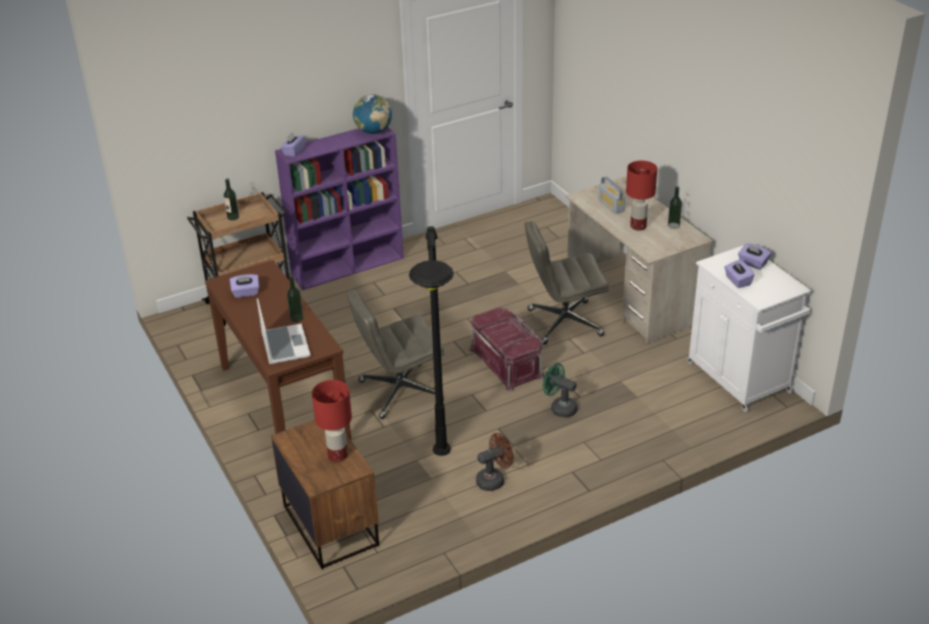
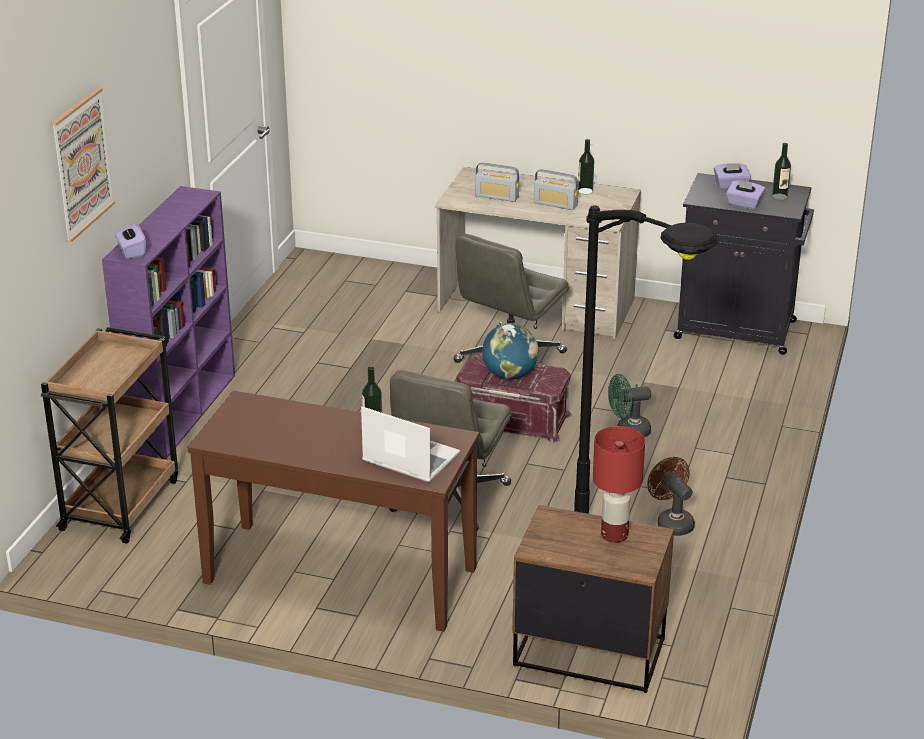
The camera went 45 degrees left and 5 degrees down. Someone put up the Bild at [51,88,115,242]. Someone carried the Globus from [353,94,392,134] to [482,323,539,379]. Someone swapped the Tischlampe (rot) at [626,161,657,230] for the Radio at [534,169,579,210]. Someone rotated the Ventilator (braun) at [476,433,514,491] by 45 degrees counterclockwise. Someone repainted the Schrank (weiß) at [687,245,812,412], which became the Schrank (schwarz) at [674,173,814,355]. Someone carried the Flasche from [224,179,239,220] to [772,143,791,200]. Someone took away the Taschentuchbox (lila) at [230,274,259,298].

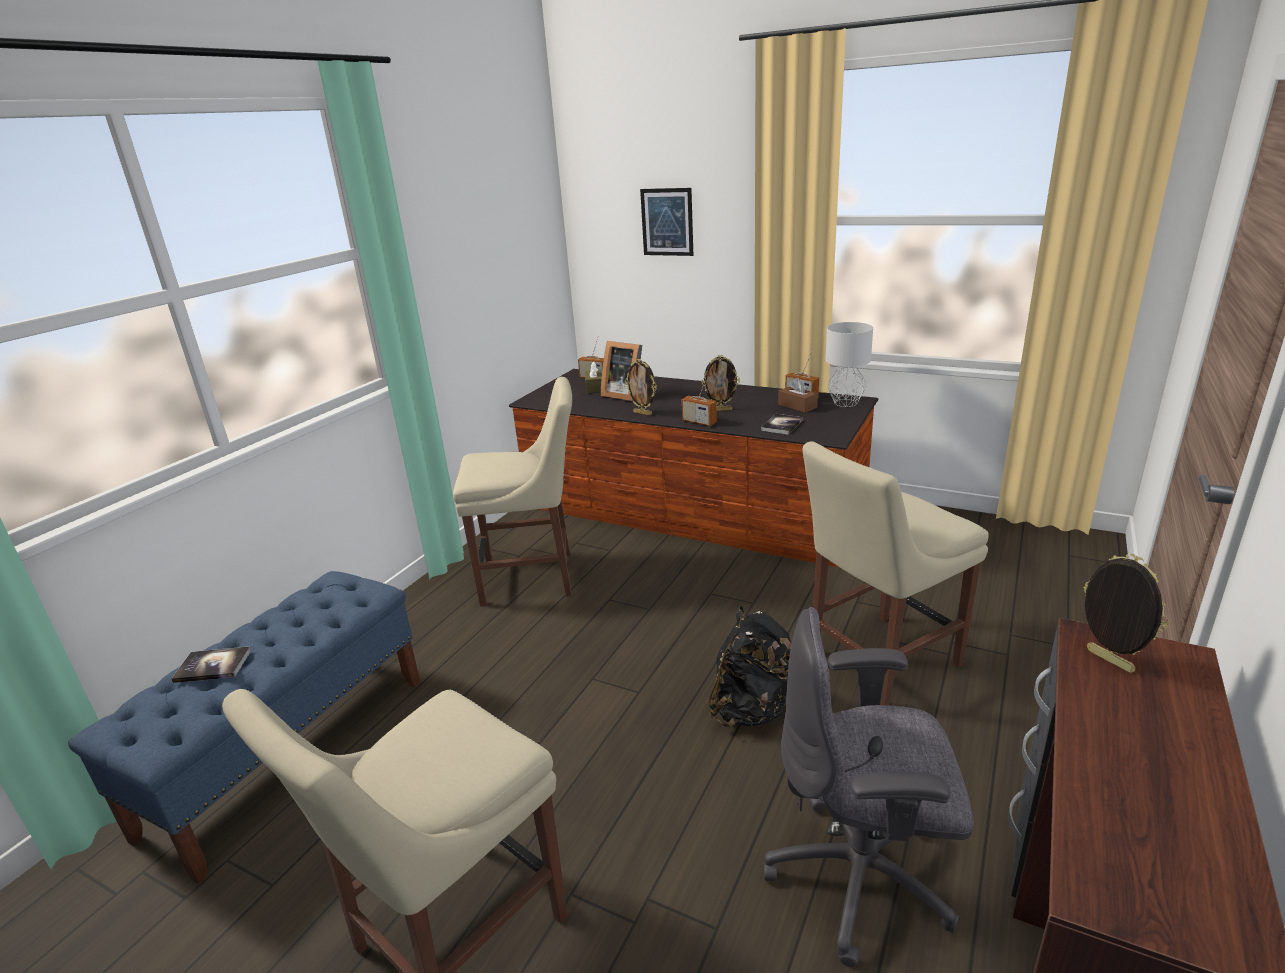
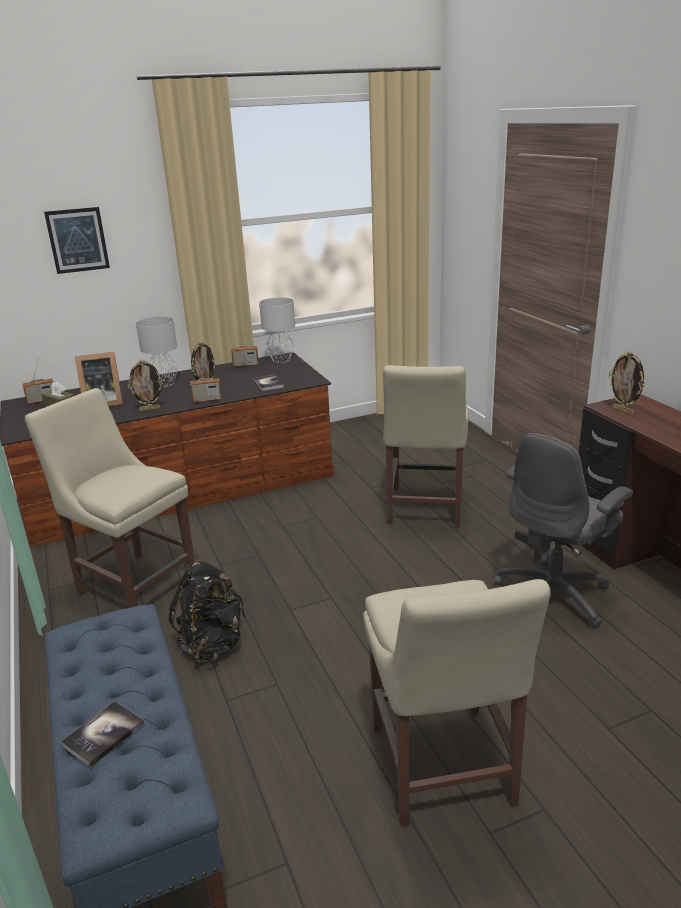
The camera went 50 degrees left and 0 degrees up. Someone rotated the Stuhl (beige) at [453,377,572,606] by 90 degrees counterclockwise. Someone put down the Tischlampe (grau) at [136,317,178,387]. Someone carried the Rucksack (schwarz) from [708,606,791,727] to [168,562,245,663]. Someone rotated the Bilderrahmen at [1084,554,1169,673] by 135 degrees counterclockwise. Someone took away the Taschentuchbox (braun) at [778,378,818,413].

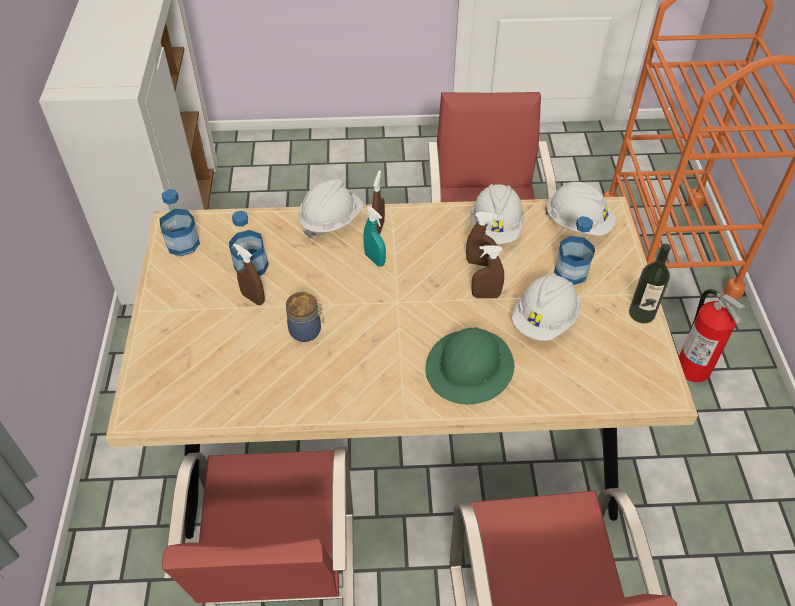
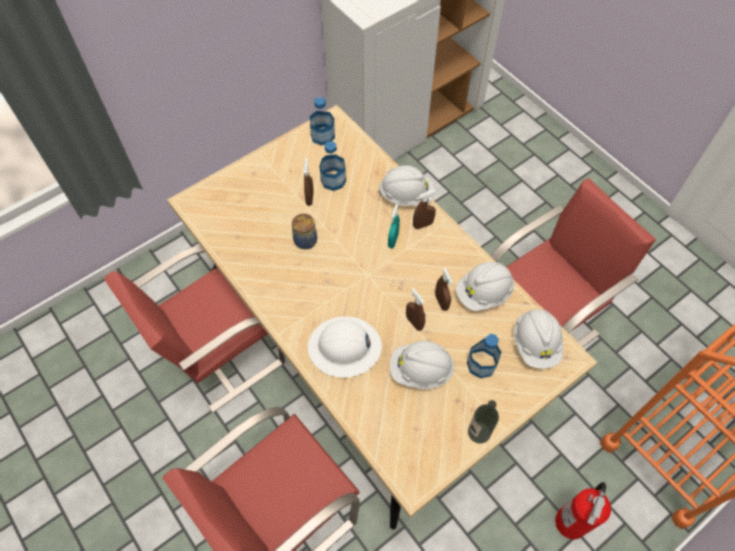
The camera went 55 degrees right and 10 degrees up. Someone repainted the Schutzhelm (grün) at [425,327,514,404], which became the Schutzhelm (weiß) at [308,316,382,378].

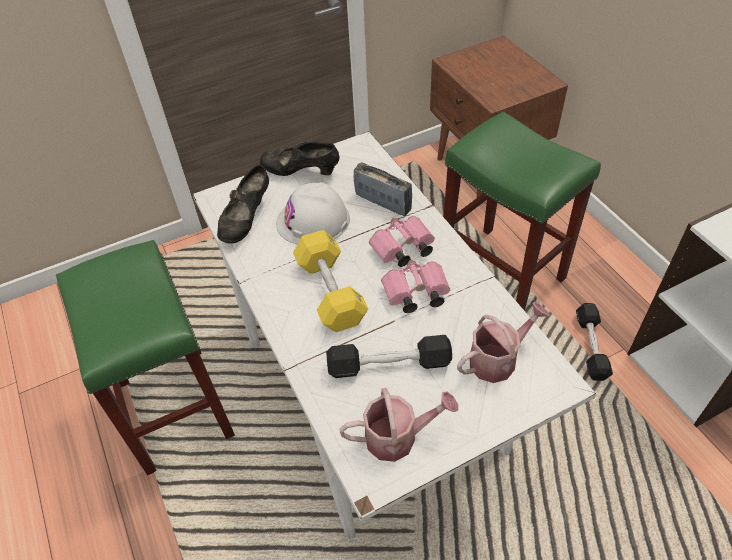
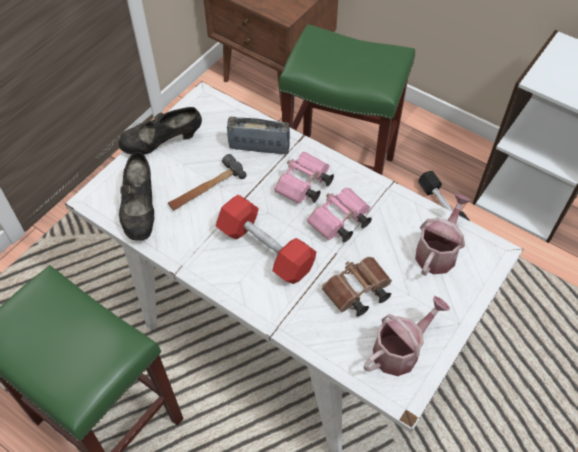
The camera went 30 degrees left and 5 degrees up. Someone swapped the Schutzhelm (weiß) at [276,182,350,244] for the Hammer at [168,154,246,210]. Someone repainted the Hantel (gelb) at [293,230,368,332], which became the Hantel (rot) at [216,195,316,284]. Someone swapped the Hantel (schwarz) at [326,335,452,378] for the Fernglas (braun) at [322,257,392,317].

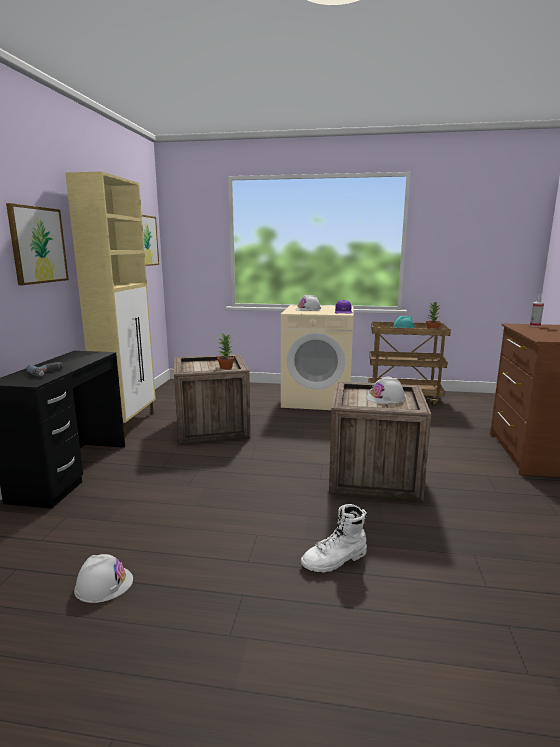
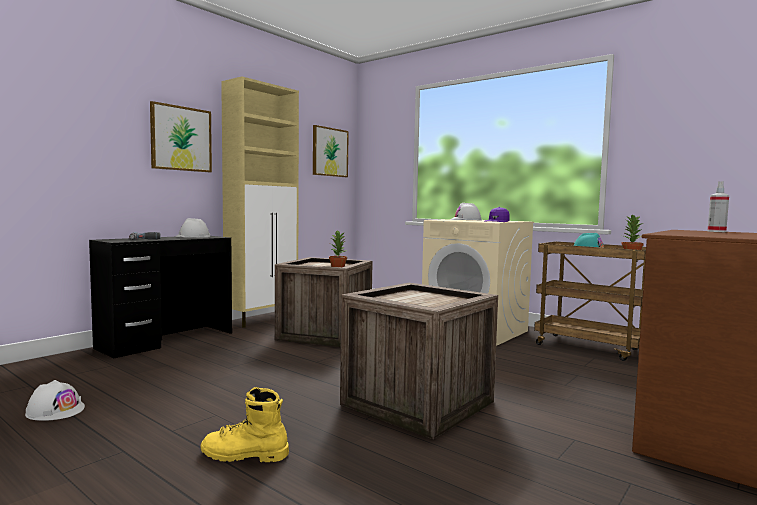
The camera went 30 degrees right and 10 degrees down. Someone carried the Schutzhelm (weiß) from [366,376,405,404] to [175,218,210,238]. Someone repainted the Stiefel (weiß) at [301,504,367,573], which became the Stiefel (gelb) at [201,387,289,462].

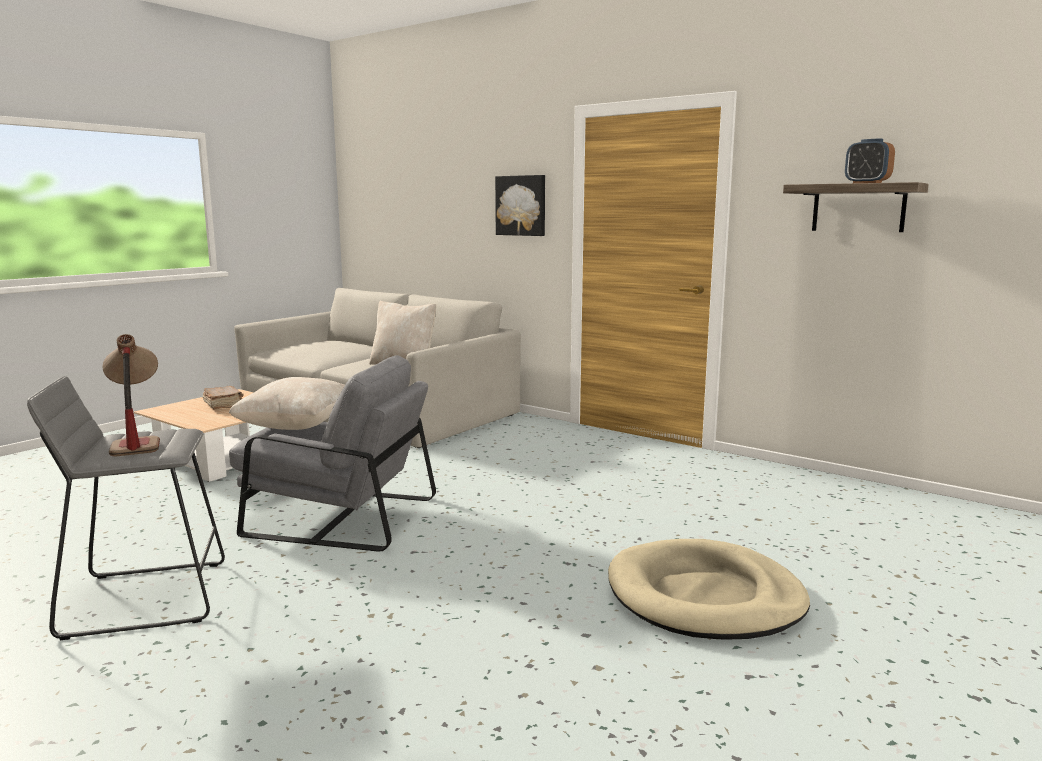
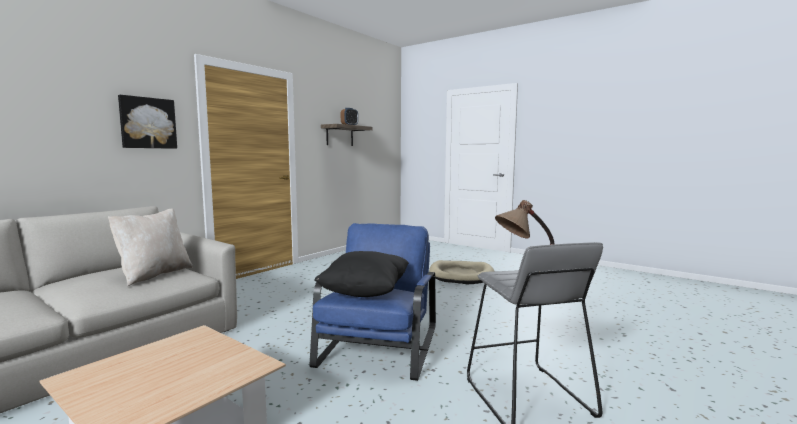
The camera went 90 degrees left and 5 degrees down. Someone repainted the Sessel (grau) at [229,355,436,552], which became the Sessel (blau) at [309,223,436,381]. Someone repainted the Kissen (beige) at [229,377,345,430], which became the Kissen (schwarz) at [314,251,409,297]. Someone took away the Buch (braun) at [202,386,244,410].

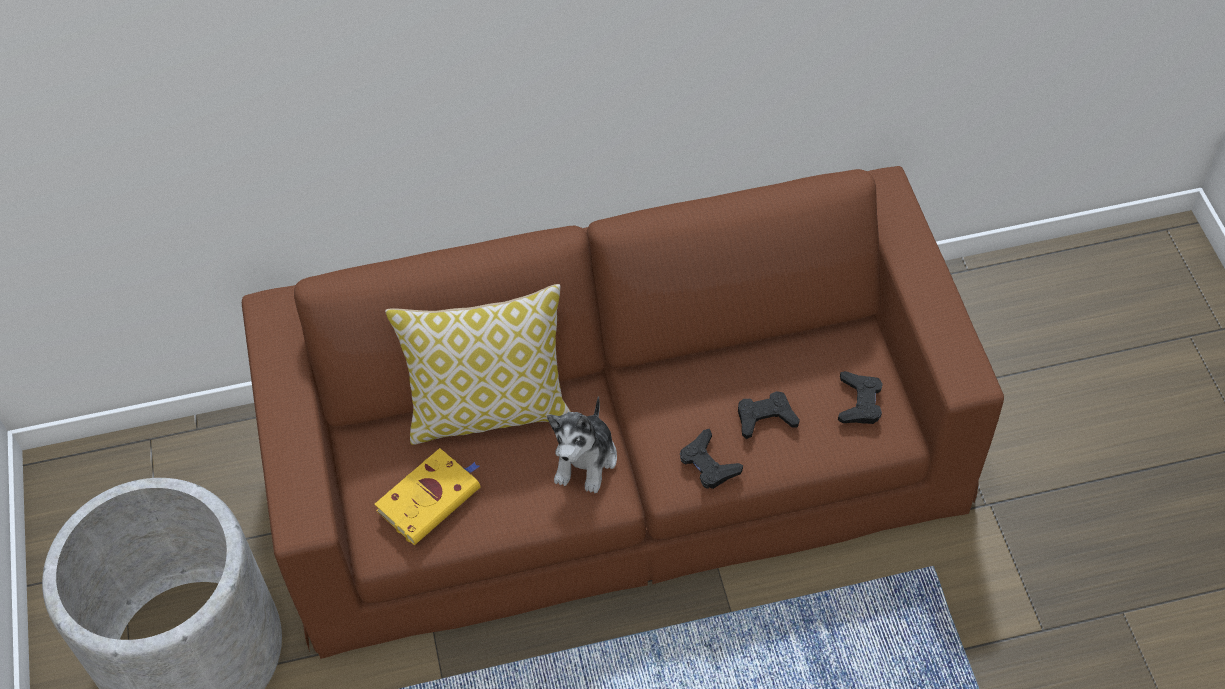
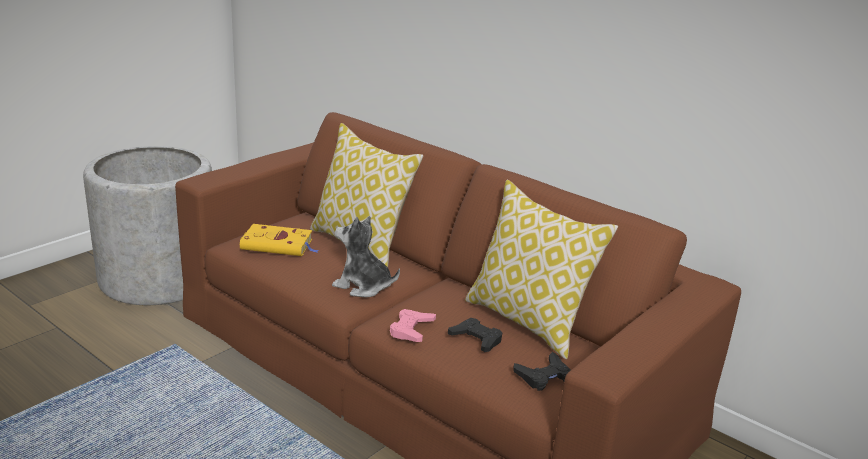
The camera went 50 degrees right and 30 degrees down. Someone rotated the Plüschtier at [547,397,617,493] by 45 degrees clockwise. Someone repainted the Gamepad (schwarz) at [680,429,743,489], which became the Gamepad (rosa) at [390,309,436,342]. Someone put down the Kissen at [465,180,618,359].

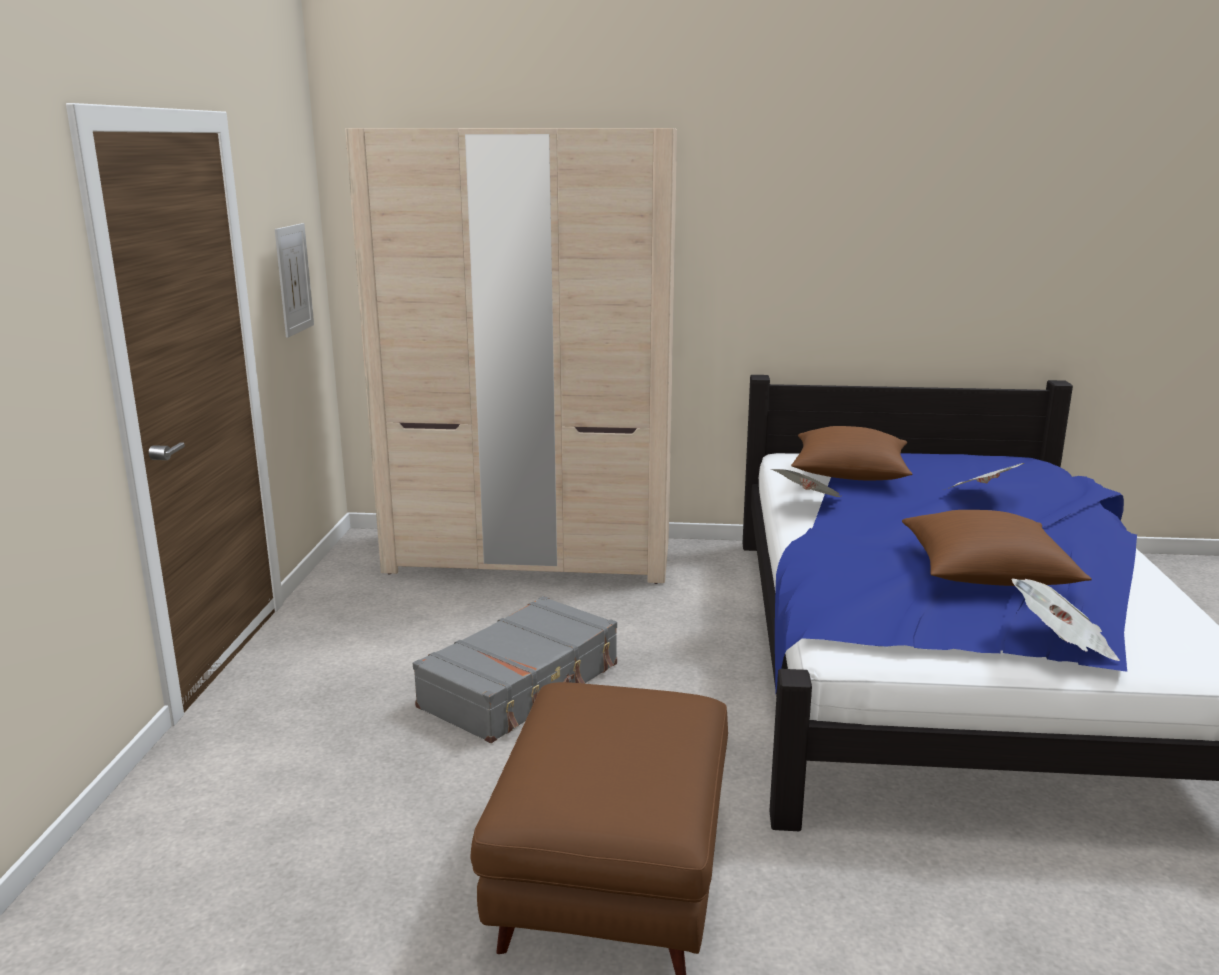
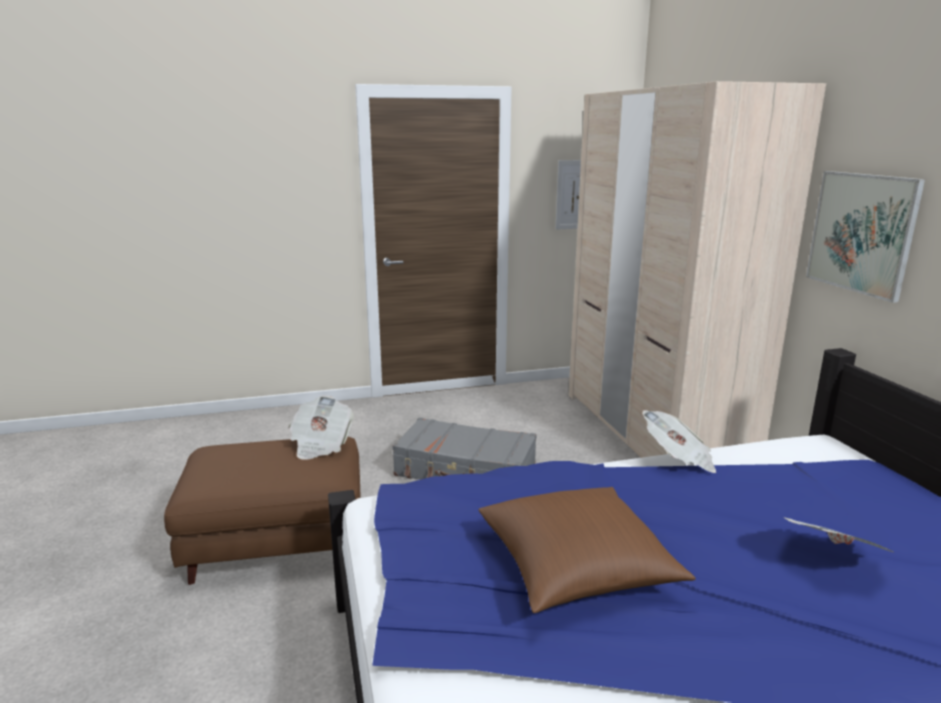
The camera went 70 degrees right and 0 degrees up. Someone carried the Zeitung from [1012,578,1120,661] to [289,396,354,460]. Someone put up the Bild at [806,171,925,303]. Someone took away the Kissen (braun) at [791,426,912,480].

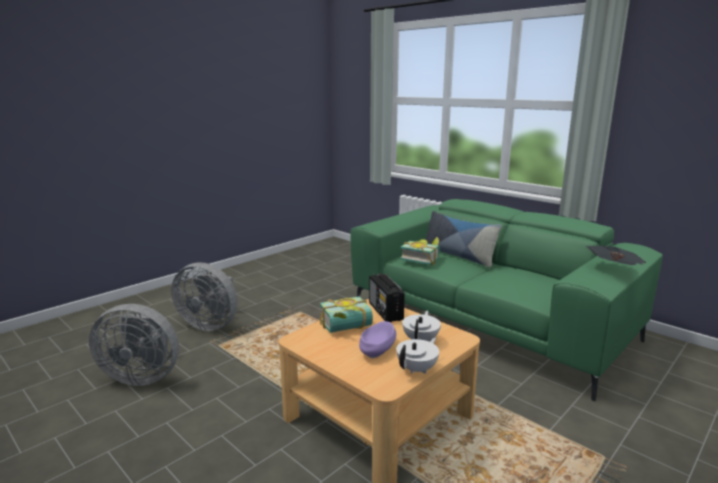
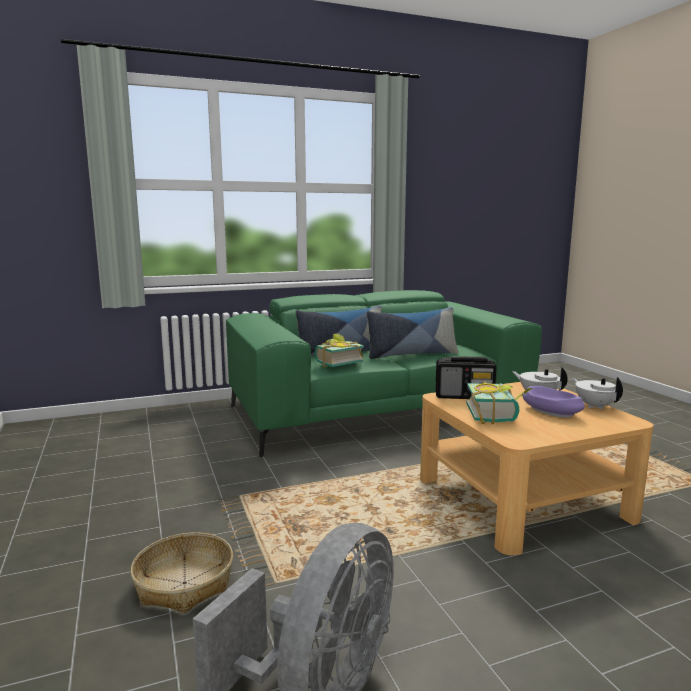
The camera went 65 degrees left and 5 degrees down. Someone swapped the Ventilator (grau) at [171,263,237,331] for the Korb at [131,532,233,613]. Someone put down the Kissen at [366,307,458,359]. Someone took away the Zeitung at [586,246,646,265].

